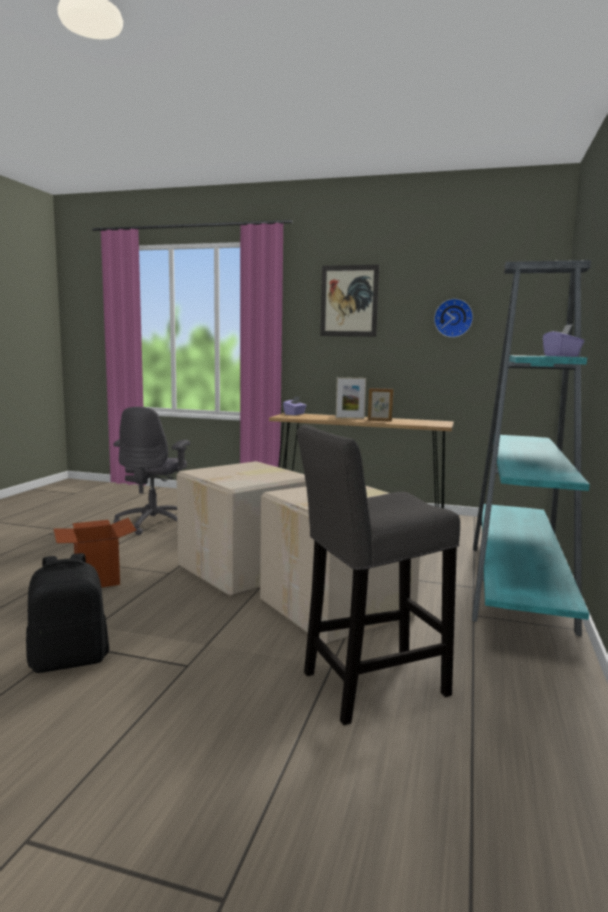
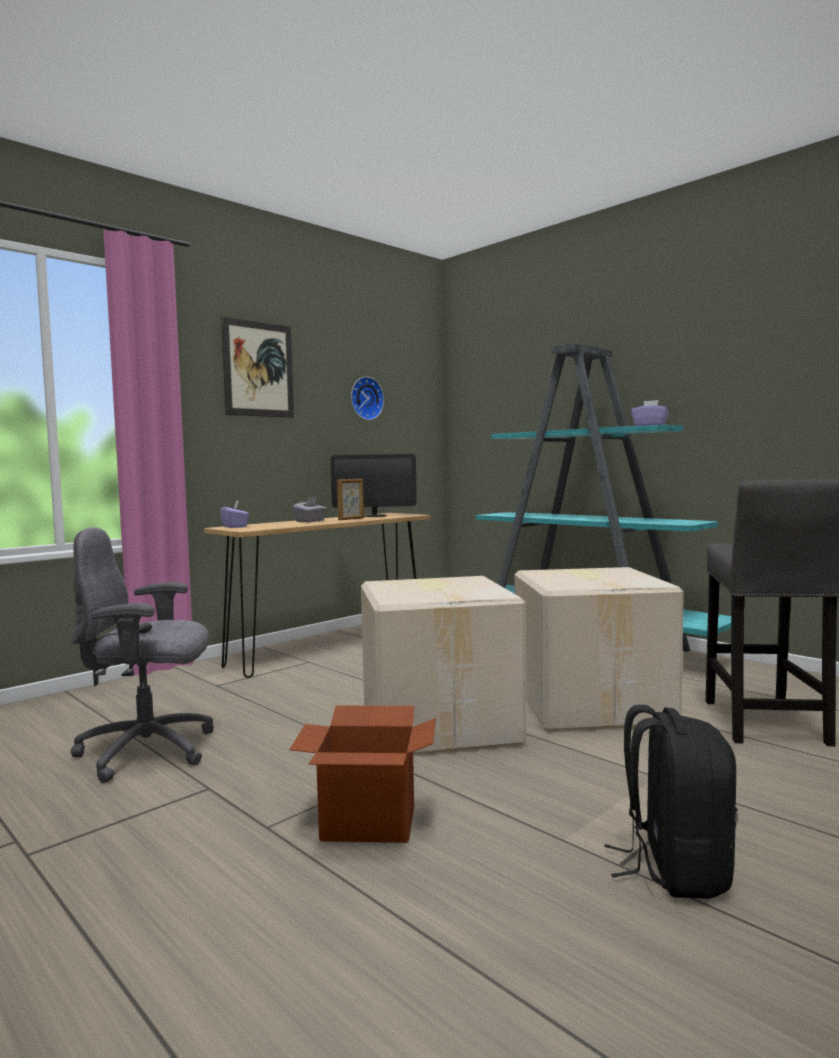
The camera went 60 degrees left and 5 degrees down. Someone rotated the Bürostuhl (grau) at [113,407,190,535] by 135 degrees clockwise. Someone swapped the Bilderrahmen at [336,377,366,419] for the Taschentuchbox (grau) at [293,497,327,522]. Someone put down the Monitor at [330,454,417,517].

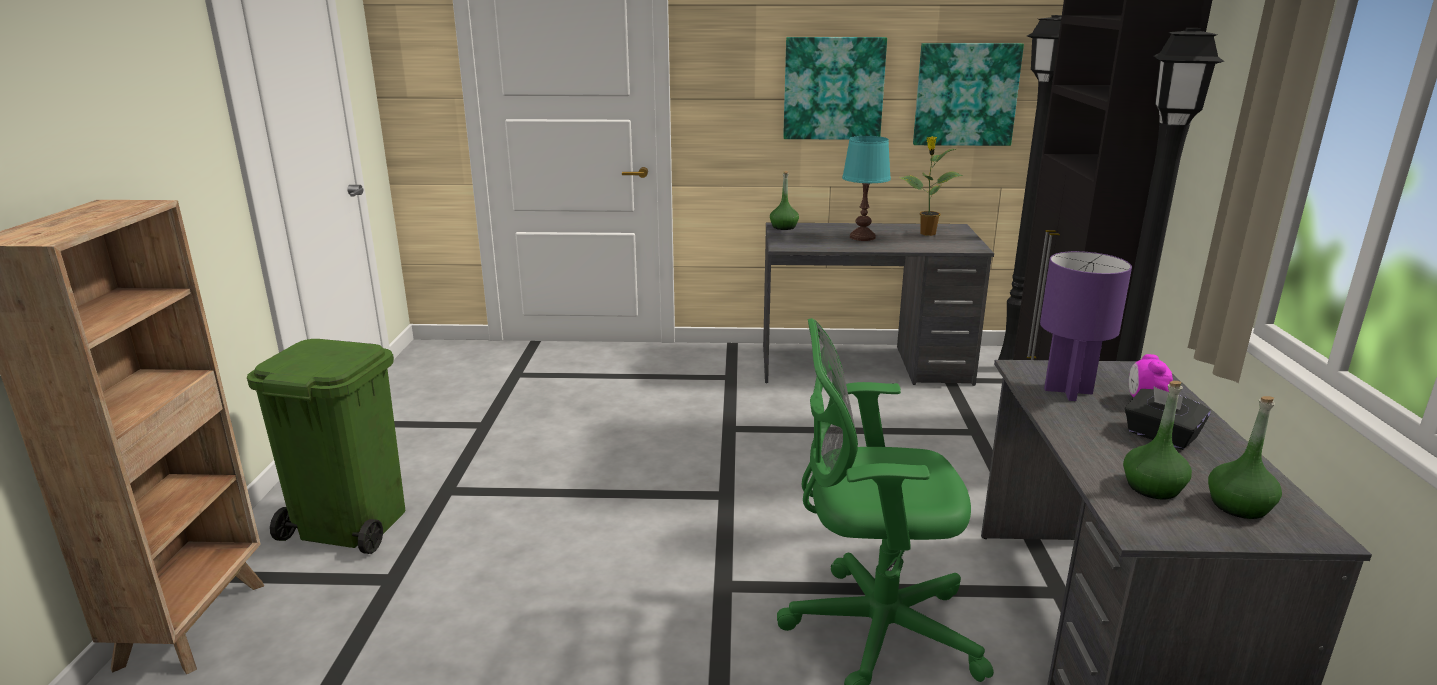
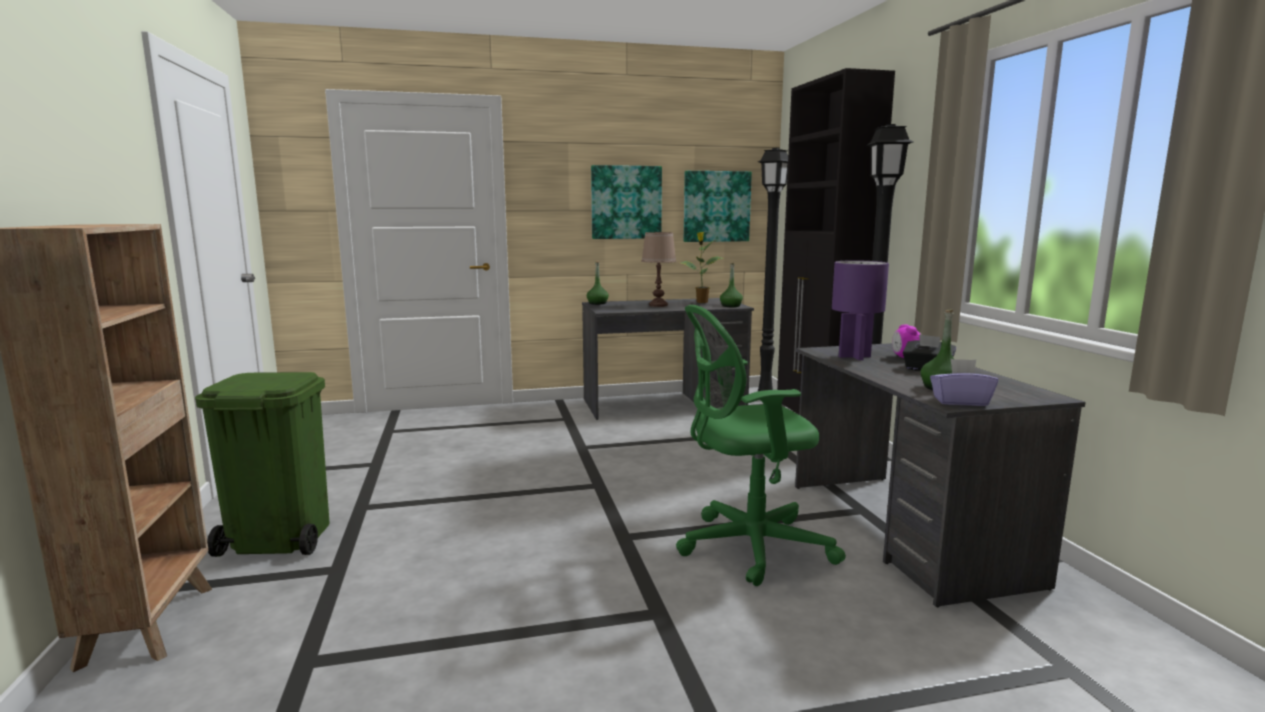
The camera went 15 degrees left and 10 degrees down. Someone repainted the Tischlampe (türkis) at [842,136,891,241], which became the Tischlampe (braun) at [641,232,676,307]. Someone carried the Flasche (grün) from [1208,396,1282,519] to [720,263,743,307]. Someone put down the Taschentuchbox (lila) at [930,359,998,406].

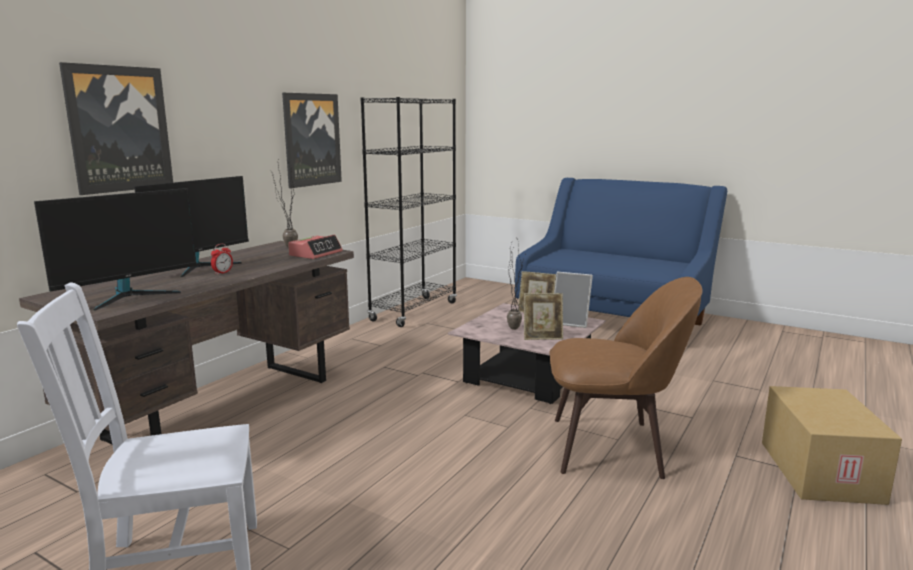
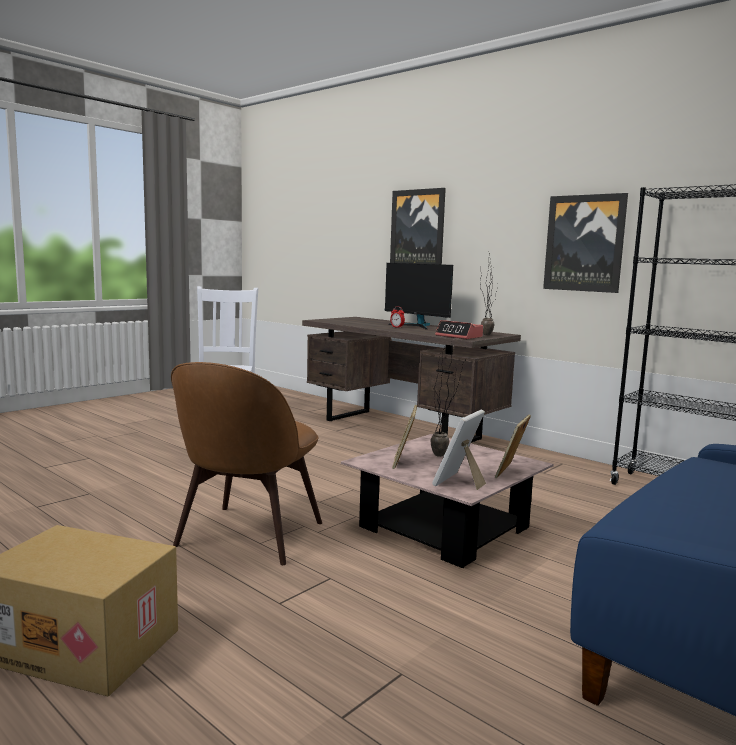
The camera went 100 degrees right and 5 degrees down. Someone took away the Monitor at [34,188,197,311].

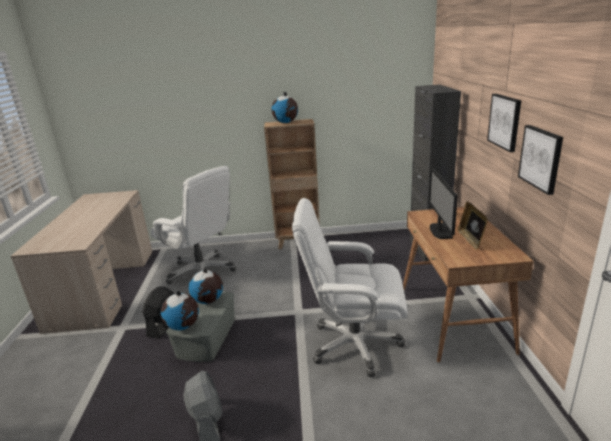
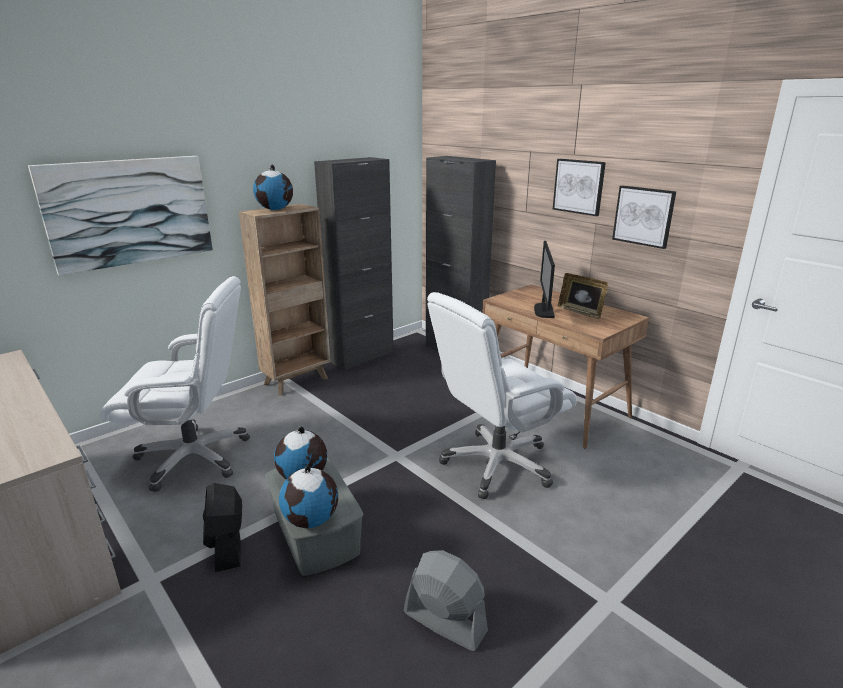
The camera went 40 degrees left and 0 degrees up. Someone put up the Bild at [28,156,213,276]. Someone put down the Schrank (schwarz) at [314,157,394,371]. Someone rotated the Monitor at [429,167,458,239] by 45 degrees clockwise.

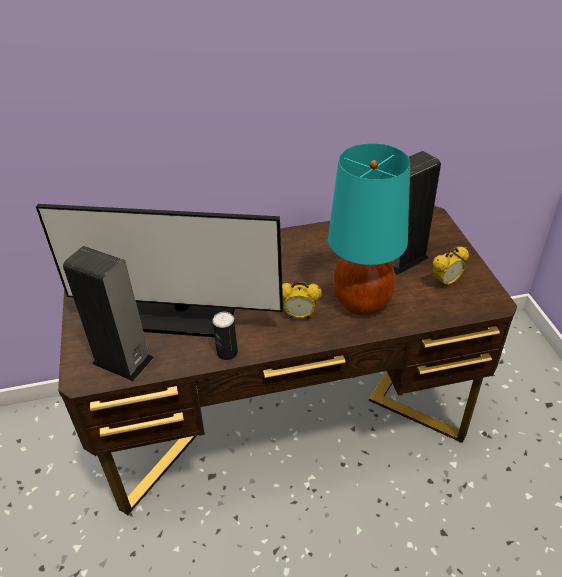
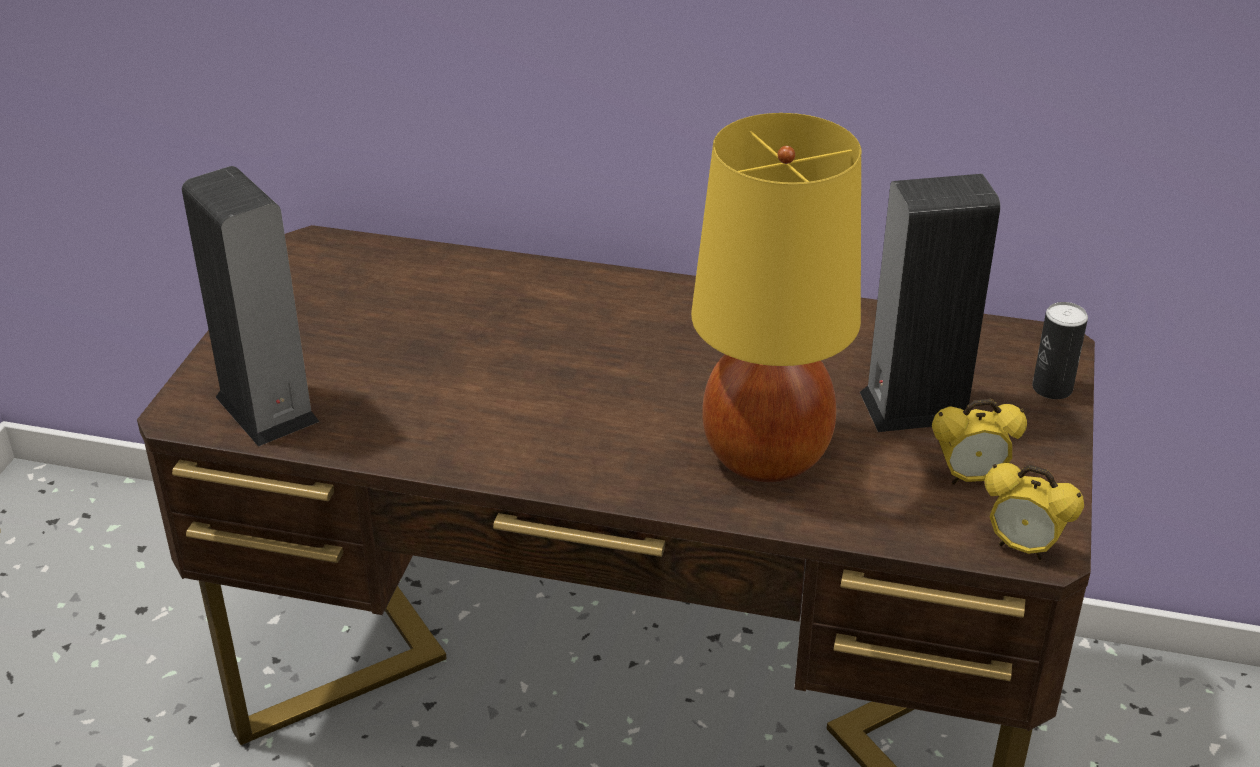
The camera went 25 degrees right and 5 degrees down. Someone repainted the Tischlampe (türkis) at [328,143,410,315], which became the Tischlampe (gelb) at [691,113,861,482]. Someone carried the Wecker from [282,281,322,319] to [985,463,1084,560]. Someone carried the Dose from [212,312,238,360] to [1032,302,1088,399]. Someone took away the Monitor at [36,204,283,337].

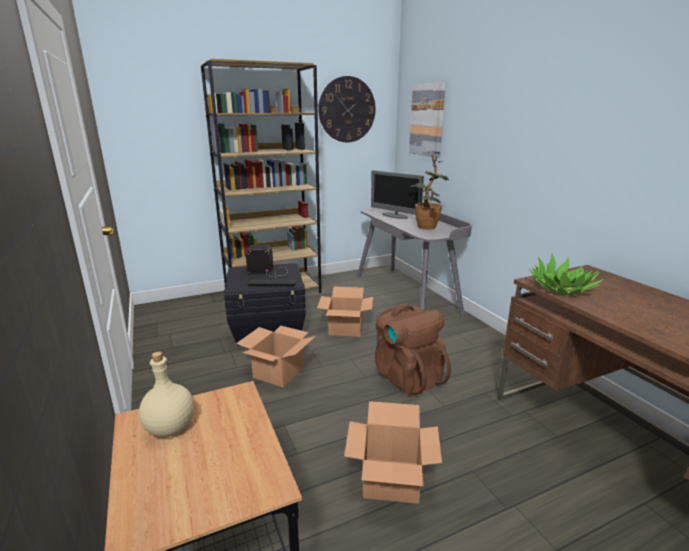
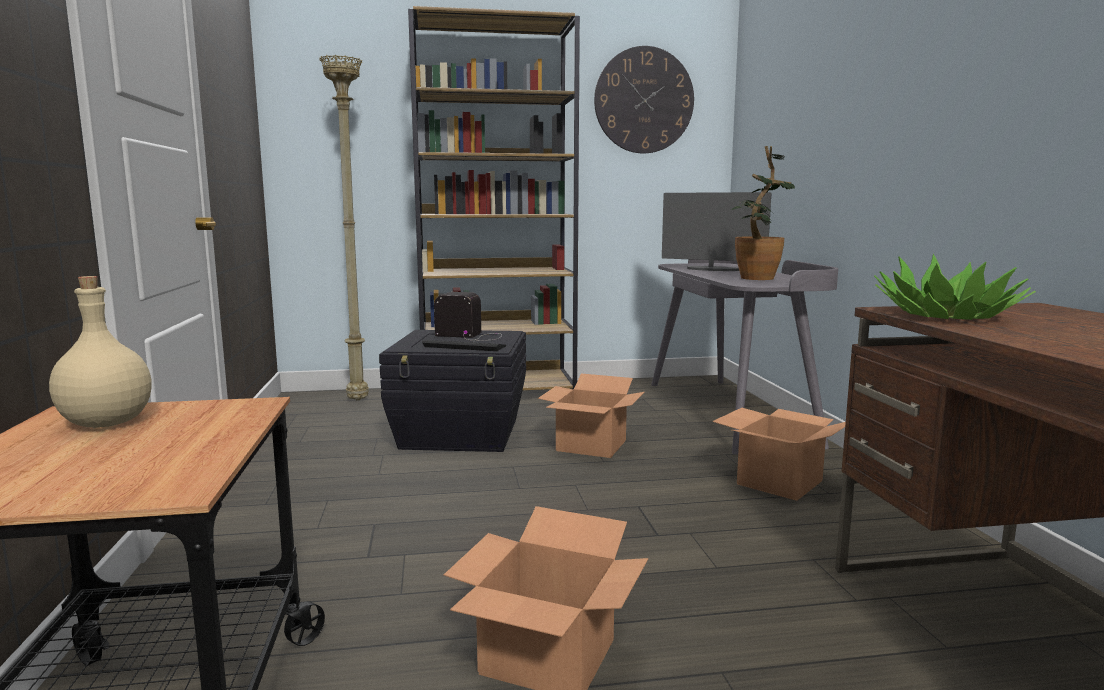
The camera went 15 degrees right and 10 degrees down. Someone put down the Stehlampe (beige) at [319,55,369,401]. Someone rotated the Monitor at [371,170,424,219] by 150 degrees clockwise. Someone carried the Karton from [236,326,316,387] to [712,408,846,501]. Someone took away the Rucksack (braun) at [375,304,451,396]. Someone took away the Bild at [409,82,446,157].

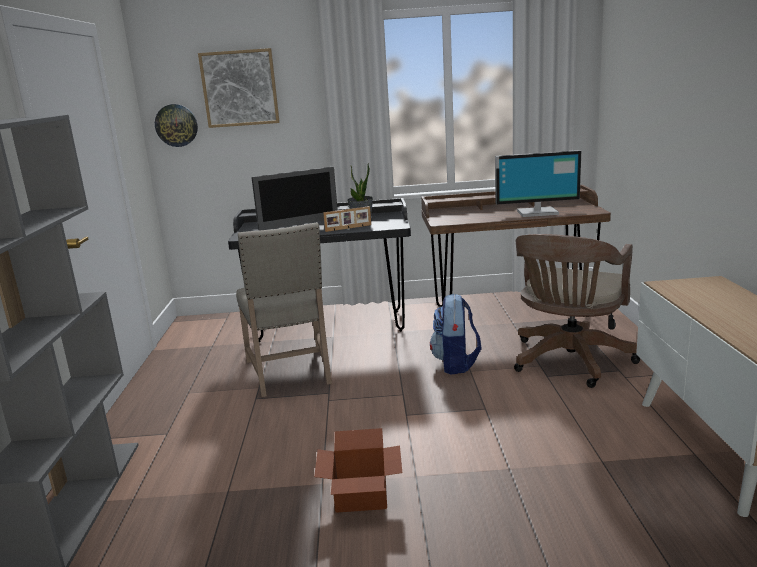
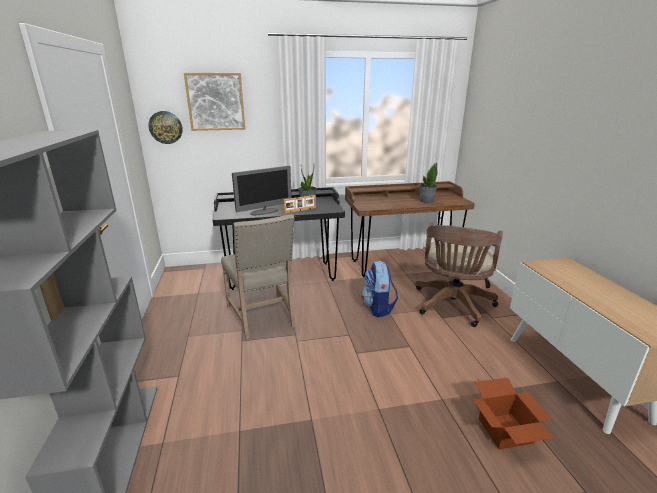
The camera went 10 degrees left and 5 degrees up. Someone swapped the Monitor at [495,150,581,217] for the Topfpflanze at [419,163,438,203]. Someone carried the Karton from [314,428,402,513] to [473,377,554,449].

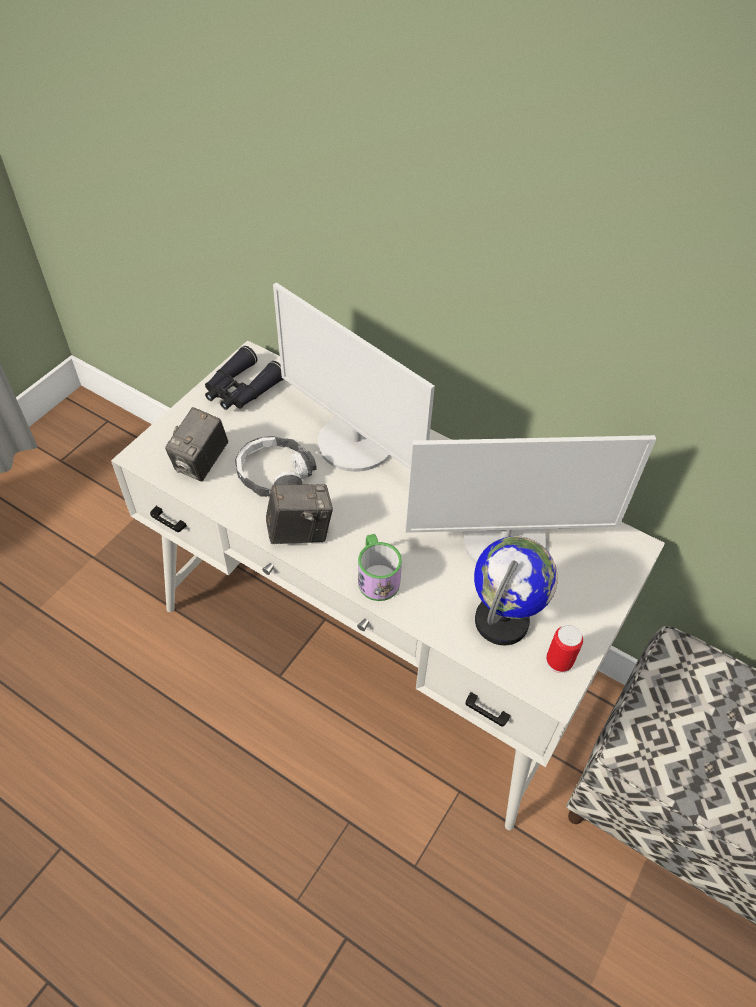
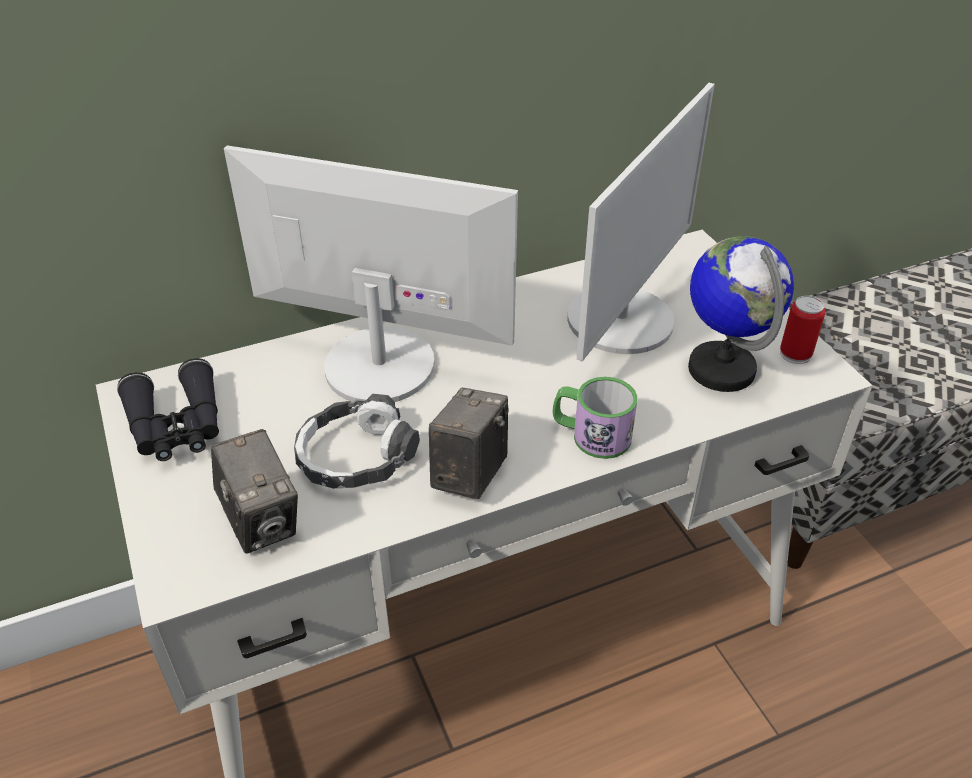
The camera went 55 degrees left and 10 degrees down. Someone rotated the Monitor at [273,282,435,472] by 150 degrees counterclockwise.

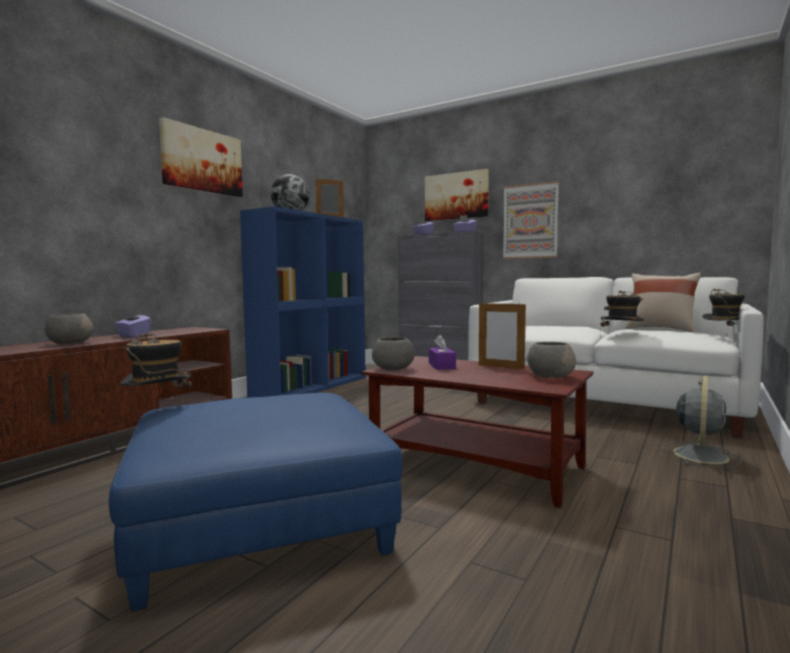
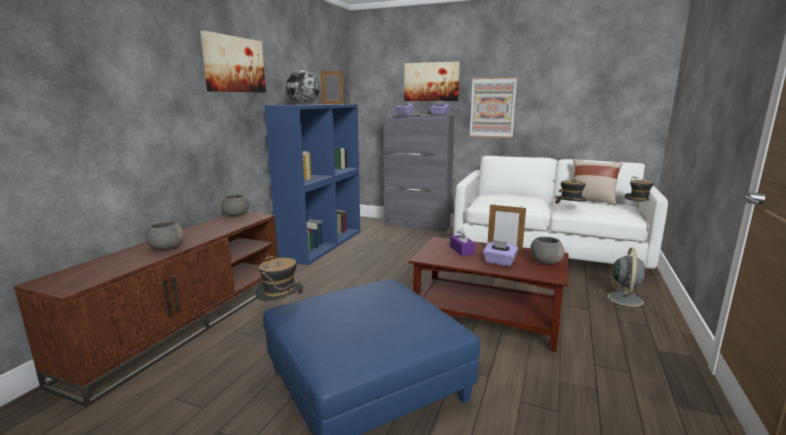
The camera went 10 degrees left and 10 degrees up. Someone carried the Schüssel (grau) from [372,337,414,371] to [221,195,249,216]. Someone carried the Taschentuchbox (lila) from [115,310,151,338] to [483,240,518,266].

